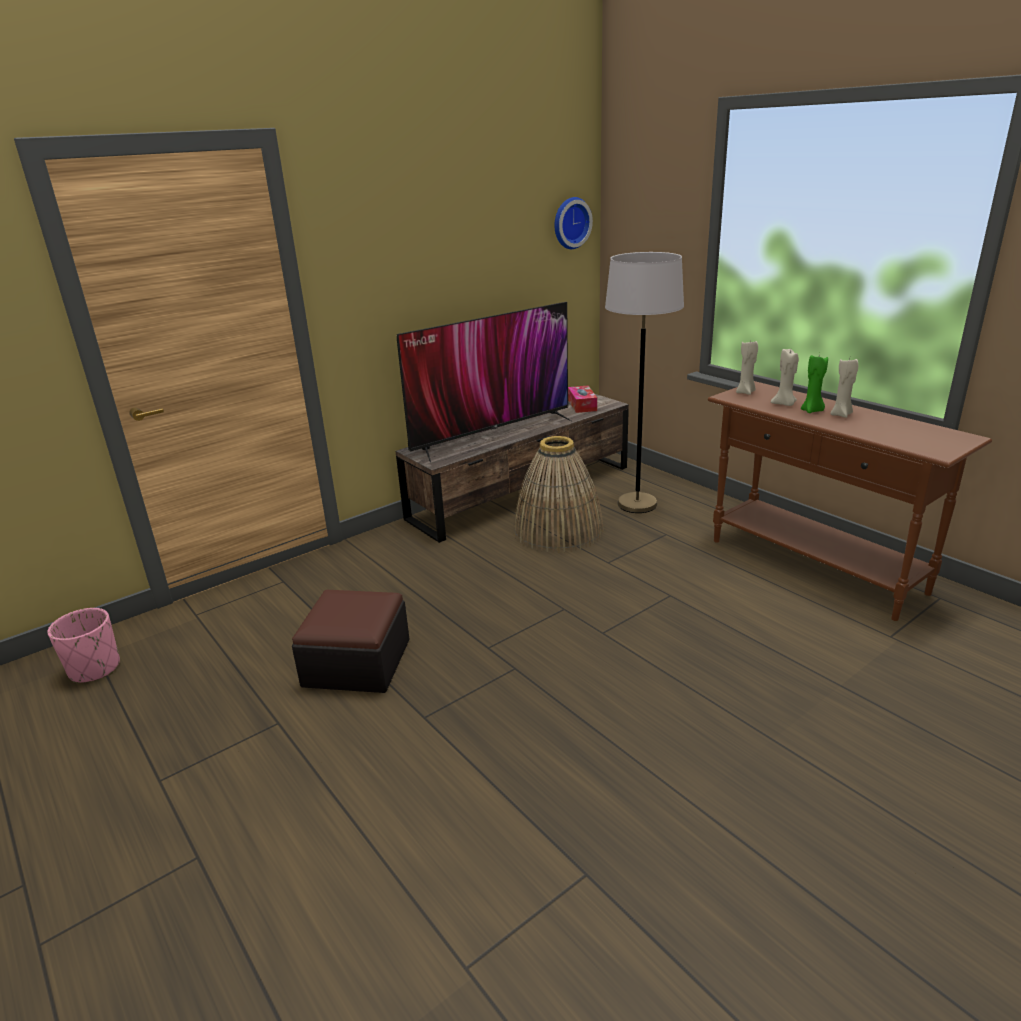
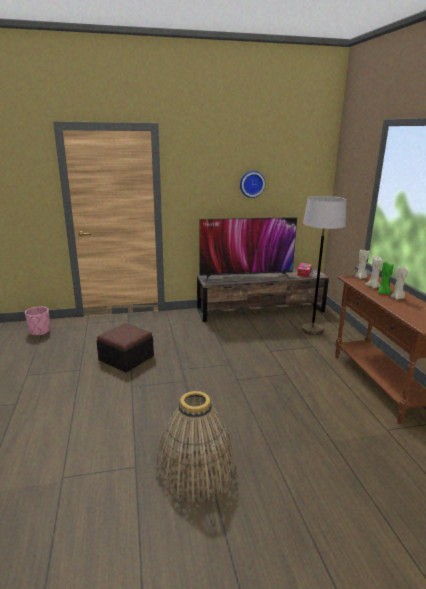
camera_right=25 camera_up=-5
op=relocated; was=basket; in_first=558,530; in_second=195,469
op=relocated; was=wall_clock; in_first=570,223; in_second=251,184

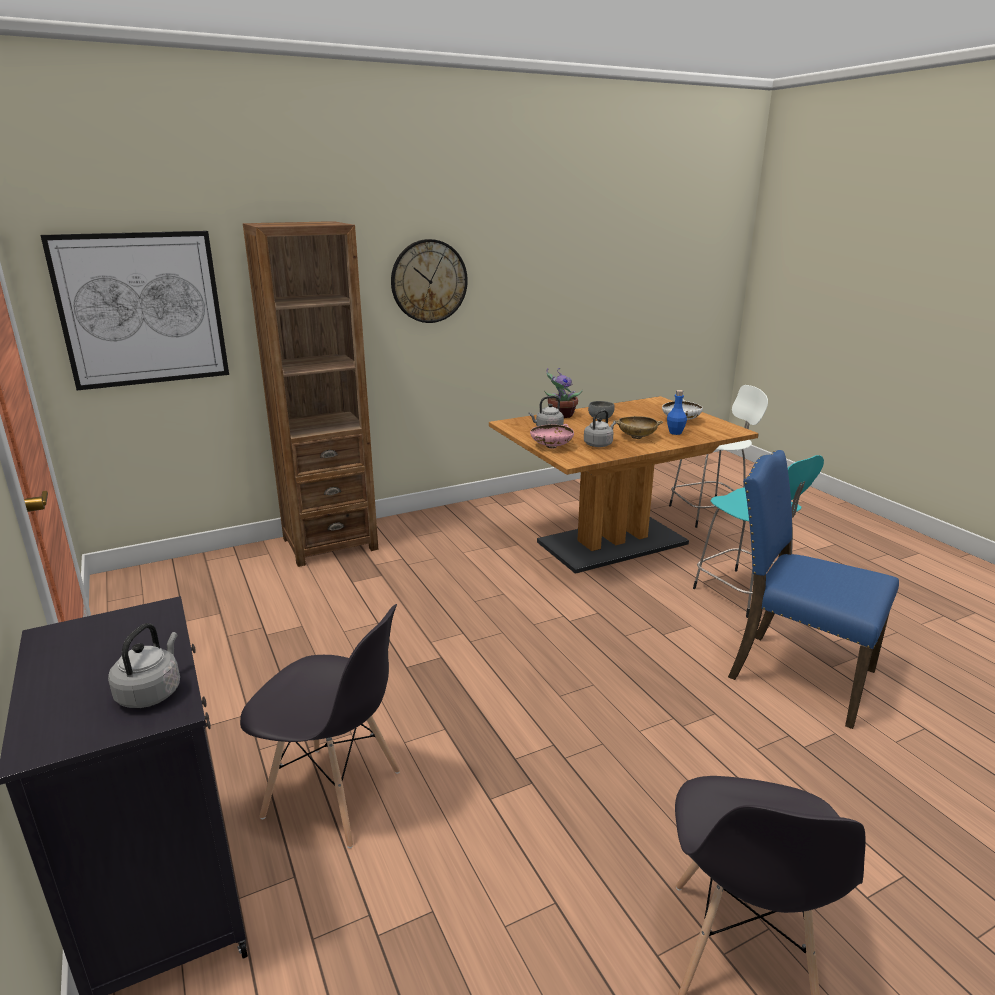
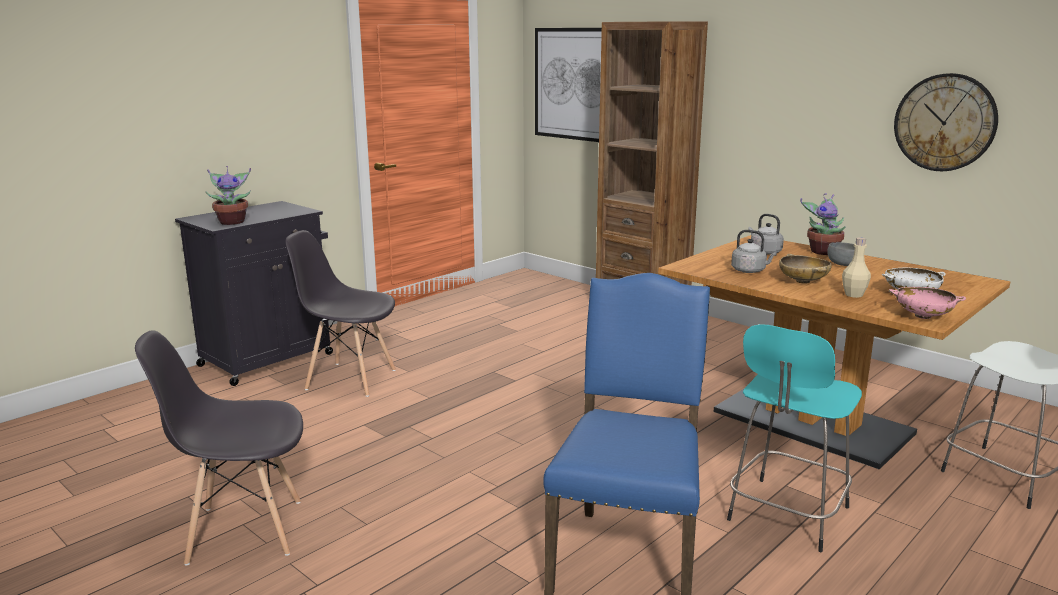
camera_right=70 camera_up=-5
op=exchanged; was=grey_kettle; now=potted_plant; in_first=151,692; in_second=232,222
op=spun; was=grey_chair; in_first=334,795; in_second=350,379; clockwise=105
op=colour; was=blue_bottle; now=beige_bottle; in_first=675,433; in_second=853,295
op=relocated; was=pink_bowl; in_first=551,446; in_second=923,316
op=relocated; was=wall_clock; in_first=429,281; in_second=945,122

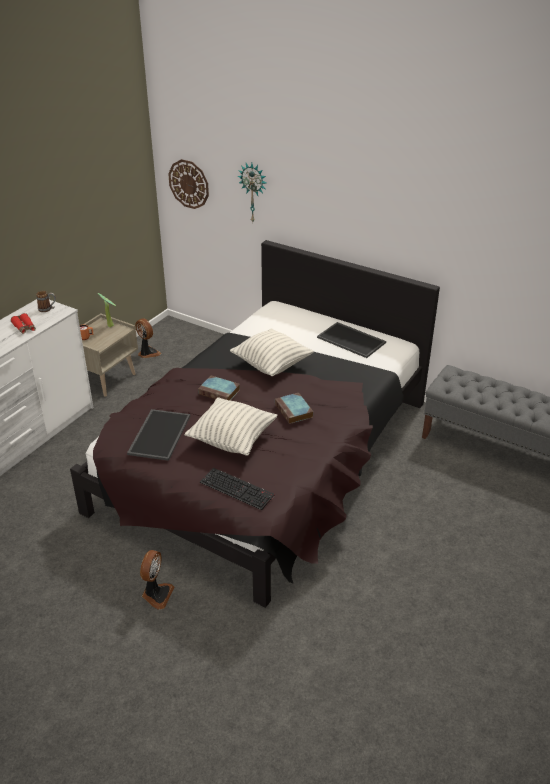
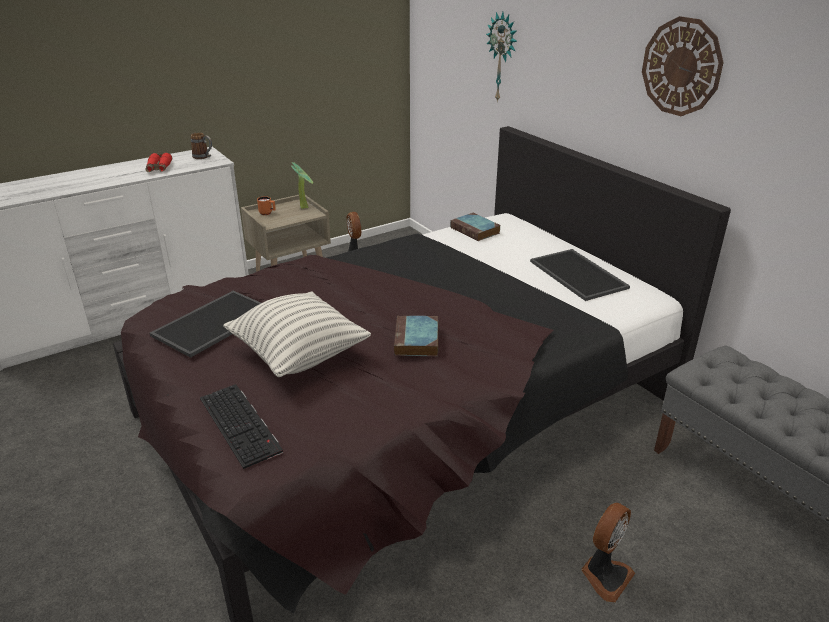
camera_right=25 camera_up=-5
op=relocated; was=book; in_first=220,392; in_second=476,230
op=relocated; was=fan; in_first=156,594; in_second=605,575
op=relocated; was=wall_clock; in_first=189,184; in_second=681,67
op=missing; was=pillow; in_first=271,365

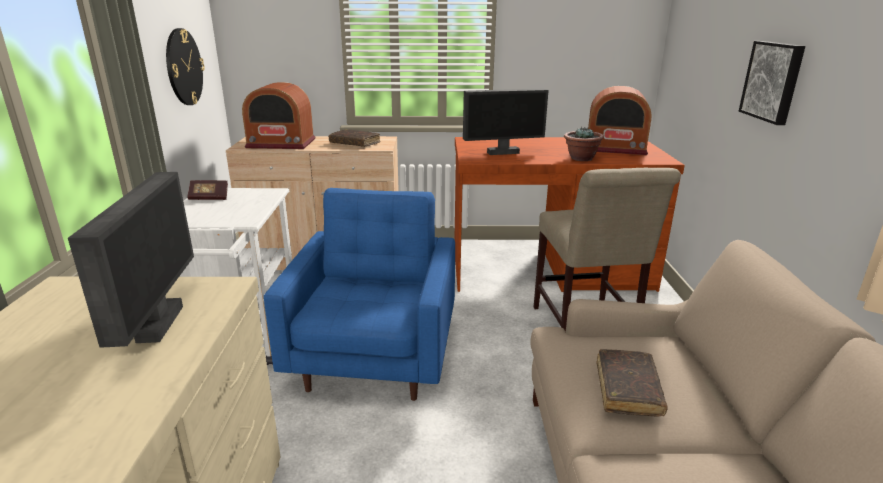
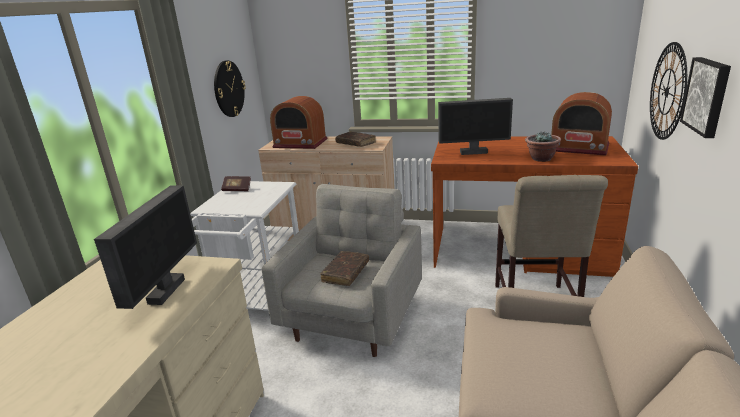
camera_right=15 camera_up=0
op=colour; was=blue_armchair; now=grey_armchair; in_first=376,356; in_second=354,318
op=relocated; was=brown_book; in_first=628,389; in_second=345,273
op=appeared; now=wall_clock; in_second=667,91

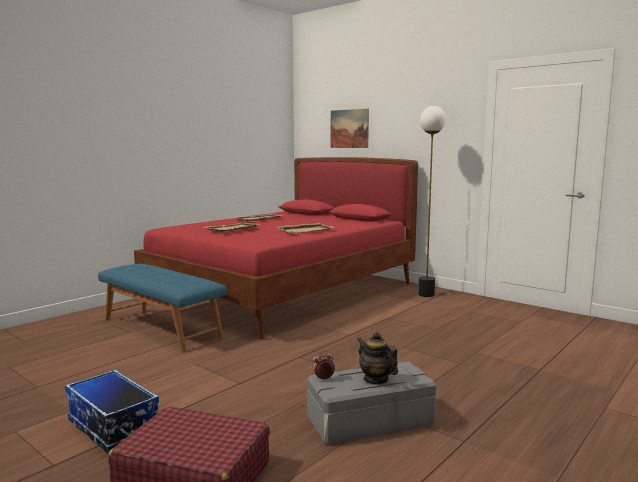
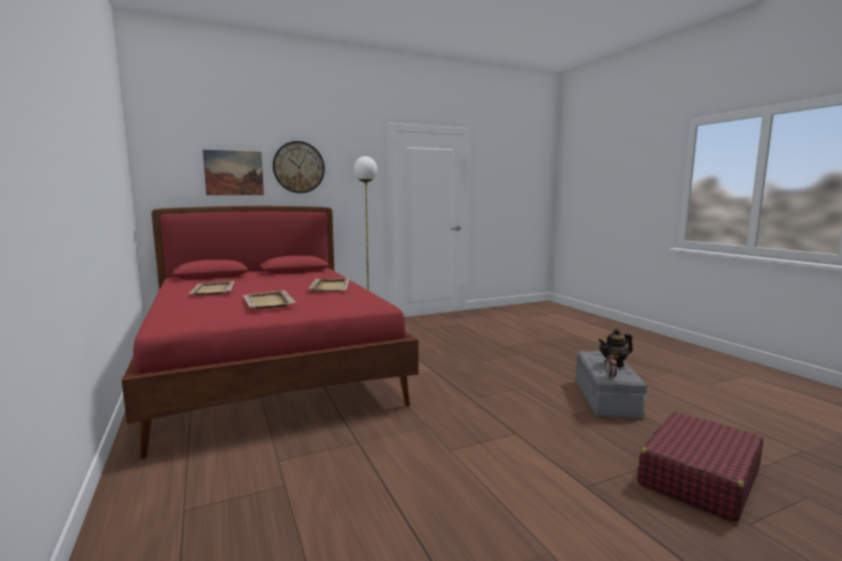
camera_right=-65 camera_up=0
op=appeared; now=wall_clock; in_second=298,167
op=missing; was=storage_box; in_first=112,428
op=missing; was=blue_bench; in_first=162,328

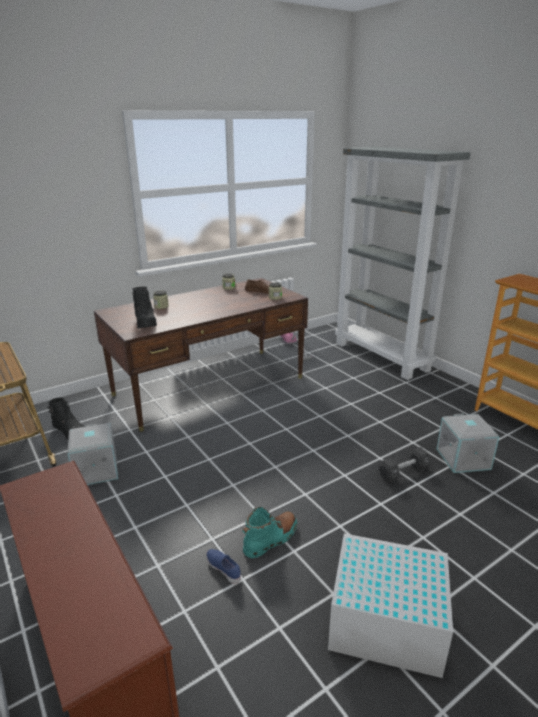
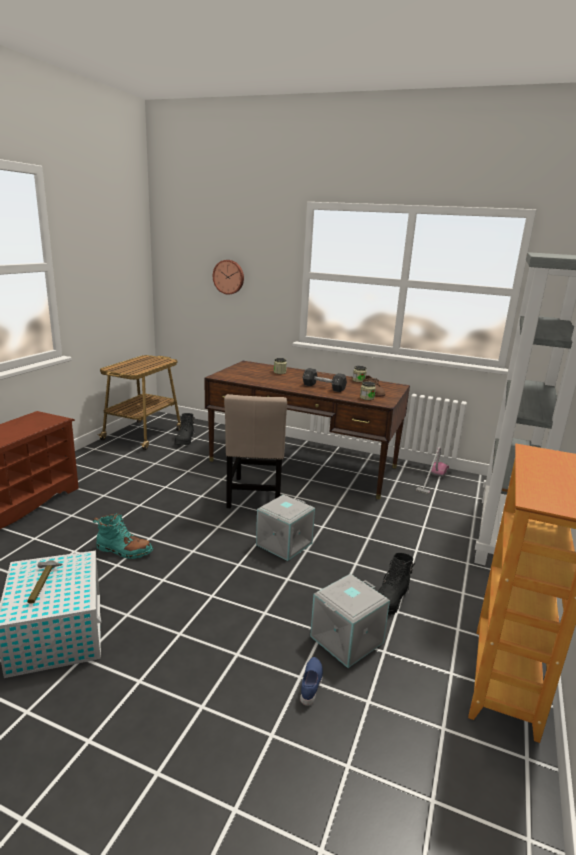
camera_right=55 camera_up=-5
op=appeared; now=hammer; in_second=42,584
op=appeared; now=wall_clock; in_second=229,277
op=appeared; now=beige_chair; in_second=255,496
op=relocated; was=grey_storage_box; in_first=95,470; in_second=283,543
op=relocated; was=blue_shoe; in_first=224,569; in_second=311,685
op=relocated; was=black_dumbbell; in_first=403,472; in_second=323,387
op=relocated; was=black_boot; in_first=145,322; in_second=390,600

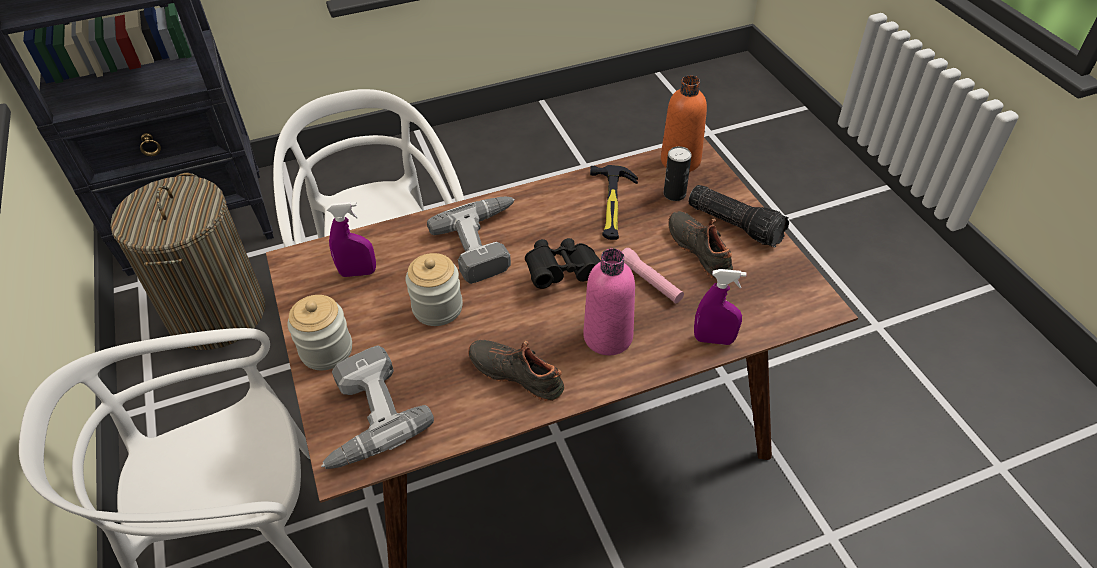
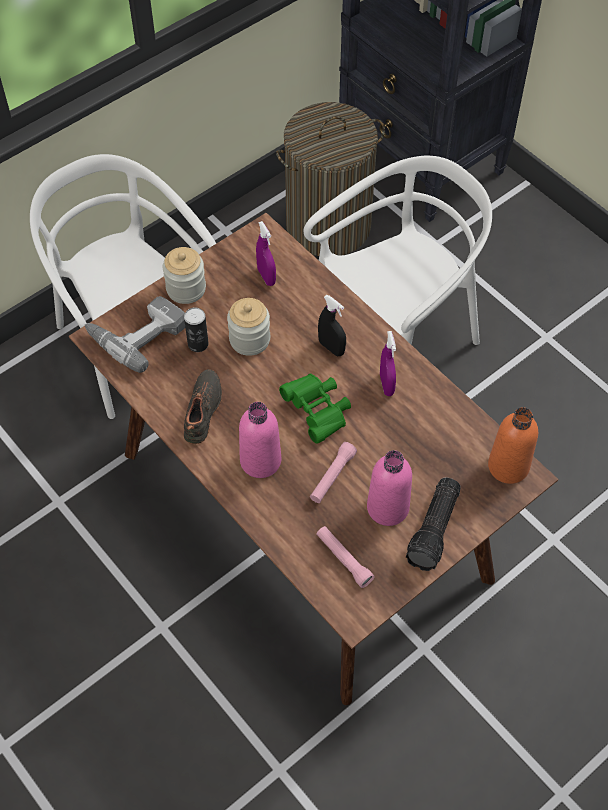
camera_right=70 camera_up=10
op=relocated; was=can; in_first=674,194; in_second=198,344
op=colour; was=black_binoculars; now=green_binoculars; in_first=564,274; in_second=318,412
op=appeared; now=pink_flashlight; in_second=343,559
op=exchanged; was=power_drill; now=black_spray_bottle; in_first=486,243; in_second=331,348
op=exchanged; was=black_shoe; now=pink_bottle; in_first=701,250; in_second=387,508
op=relocated; was=purple_spray_bottle; in_first=714,339; in_second=386,385
op=missing; was=hammer; in_first=612,205

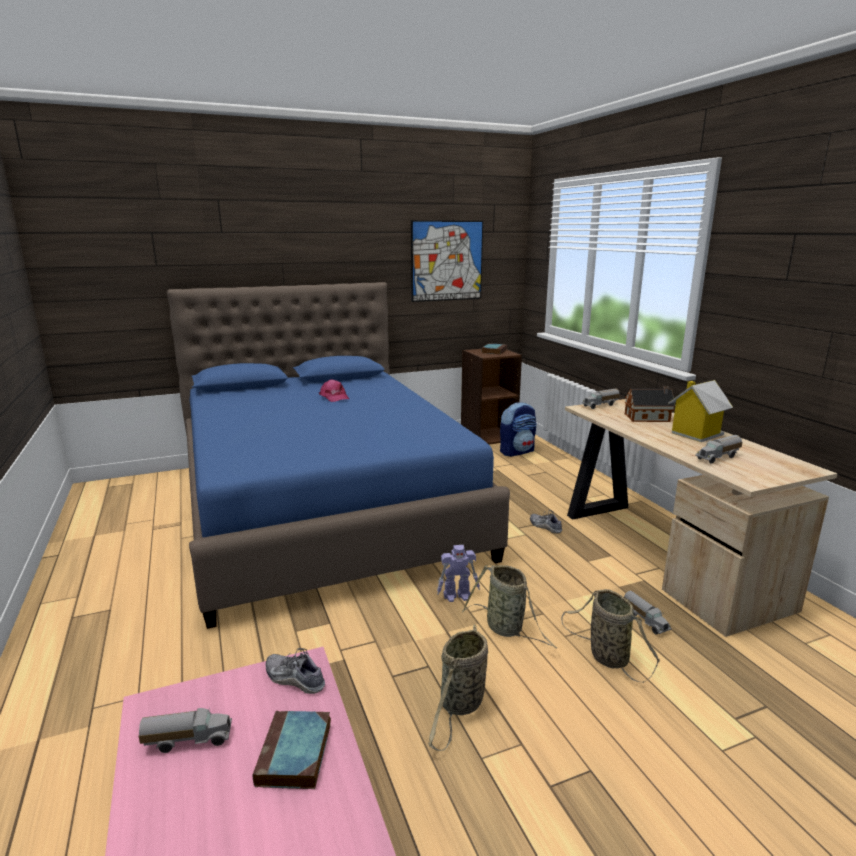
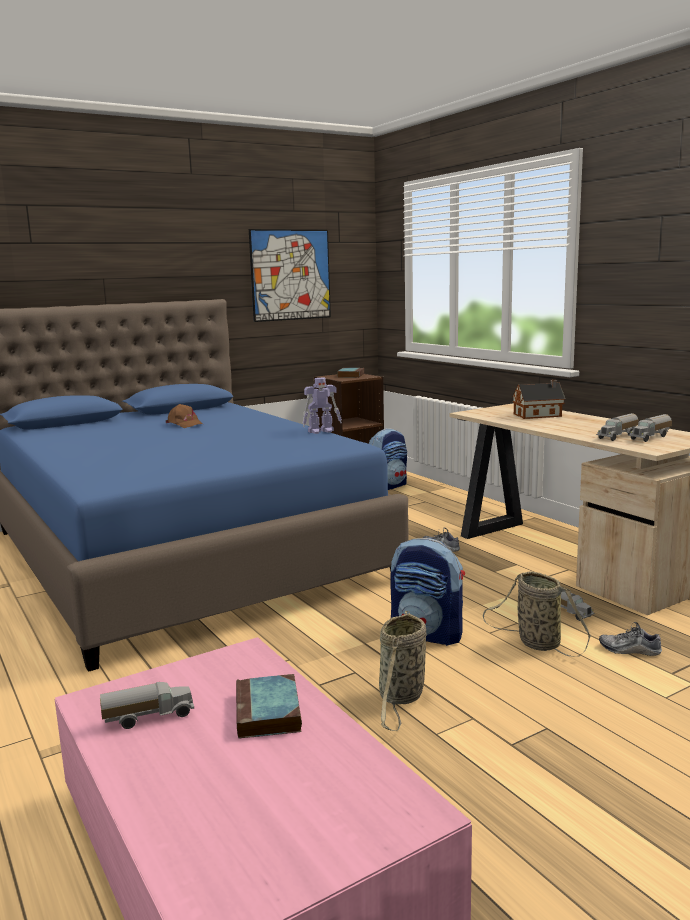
camera_right=-10 camera_up=-5
op=colour; was=pink_cap; now=brown_cap; in_first=334,397; in_second=185,424
op=relocated; was=toy_robot; in_first=457,596; in_second=321,431
op=exchanged; was=basket; now=backpack; in_first=507,629; in_second=428,634
op=relocated; was=shoe; in_first=294,679; in_second=629,650
op=relocated; was=toy_truck; in_first=600,405; in_second=651,438
op=missing; was=toy_house; in_first=695,434

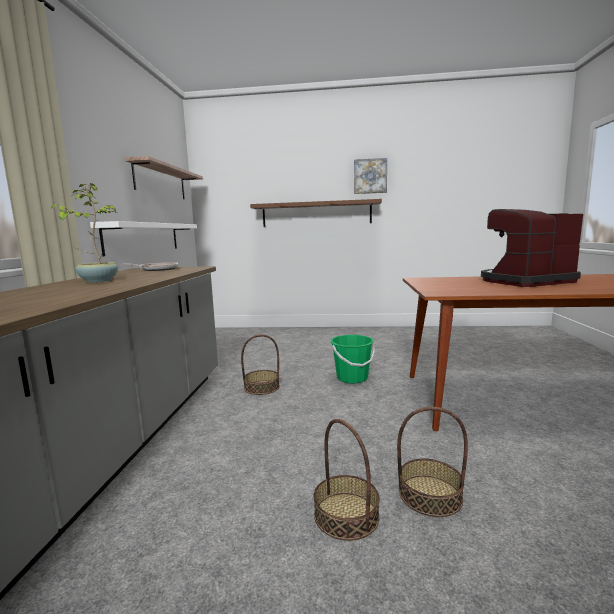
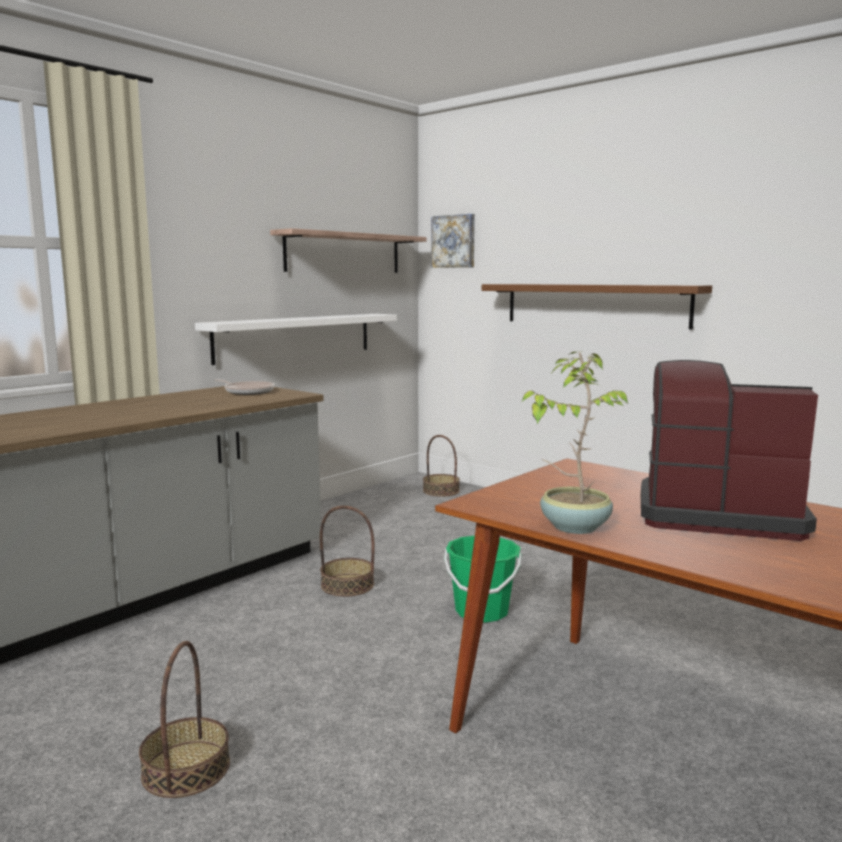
camera_right=35 camera_up=0
op=relocated; was=basket; in_first=430,495; in_second=441,491
op=relocated; was=picture; in_first=370,176; in_second=454,241
op=relocated; was=potted_plant; in_first=98,281; in_second=573,526

